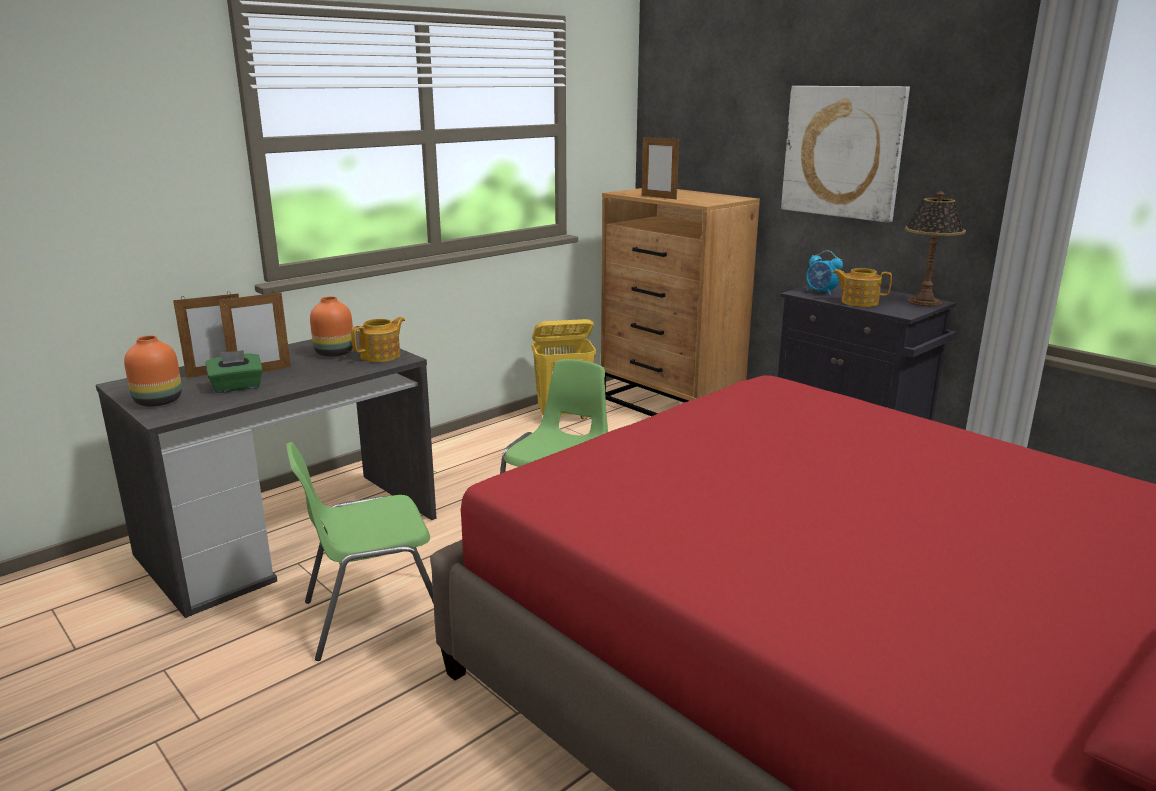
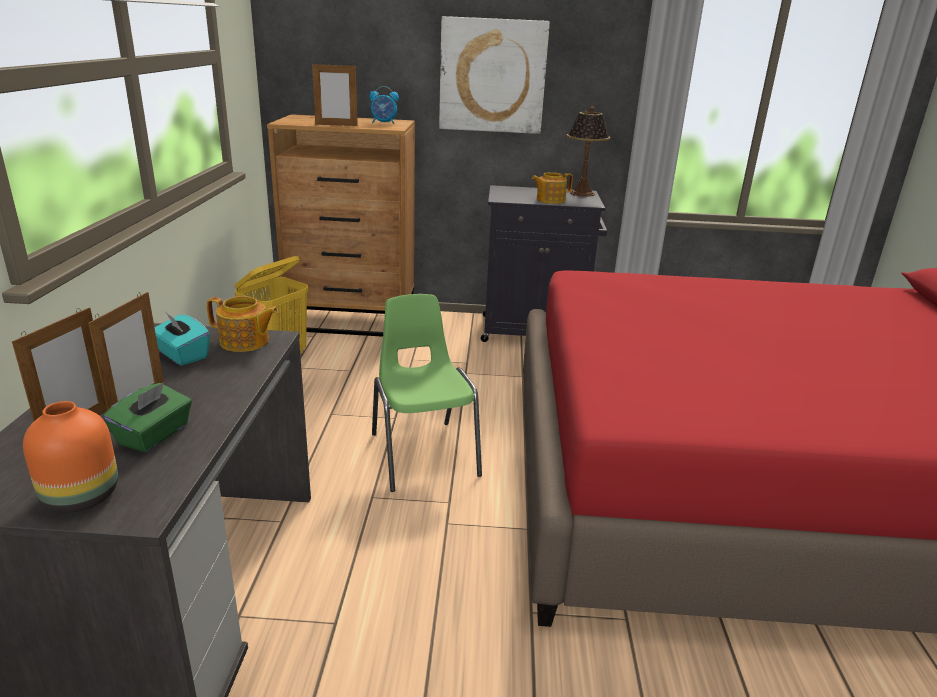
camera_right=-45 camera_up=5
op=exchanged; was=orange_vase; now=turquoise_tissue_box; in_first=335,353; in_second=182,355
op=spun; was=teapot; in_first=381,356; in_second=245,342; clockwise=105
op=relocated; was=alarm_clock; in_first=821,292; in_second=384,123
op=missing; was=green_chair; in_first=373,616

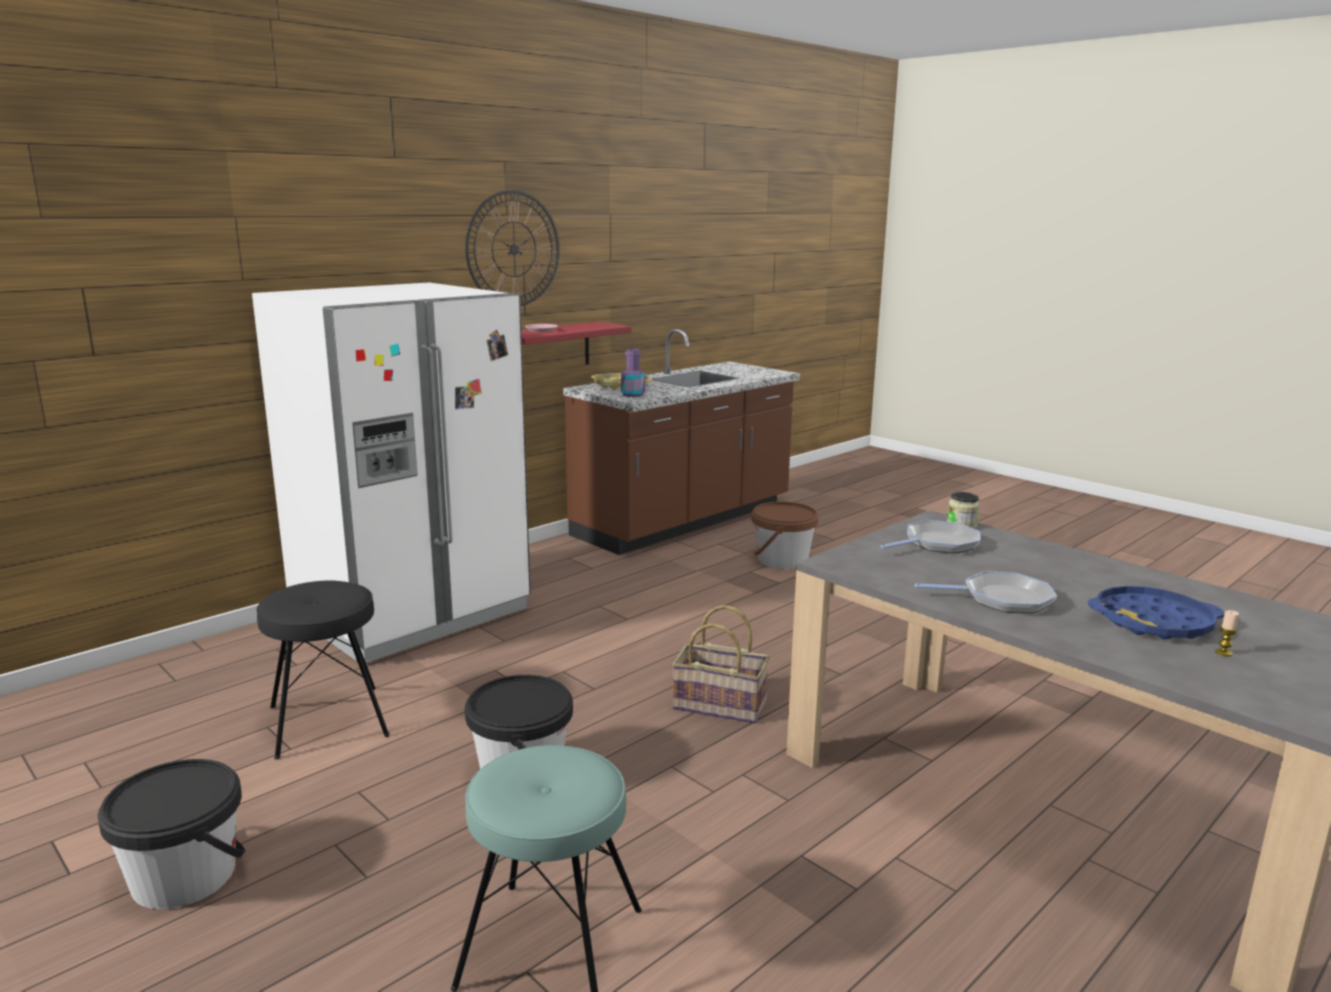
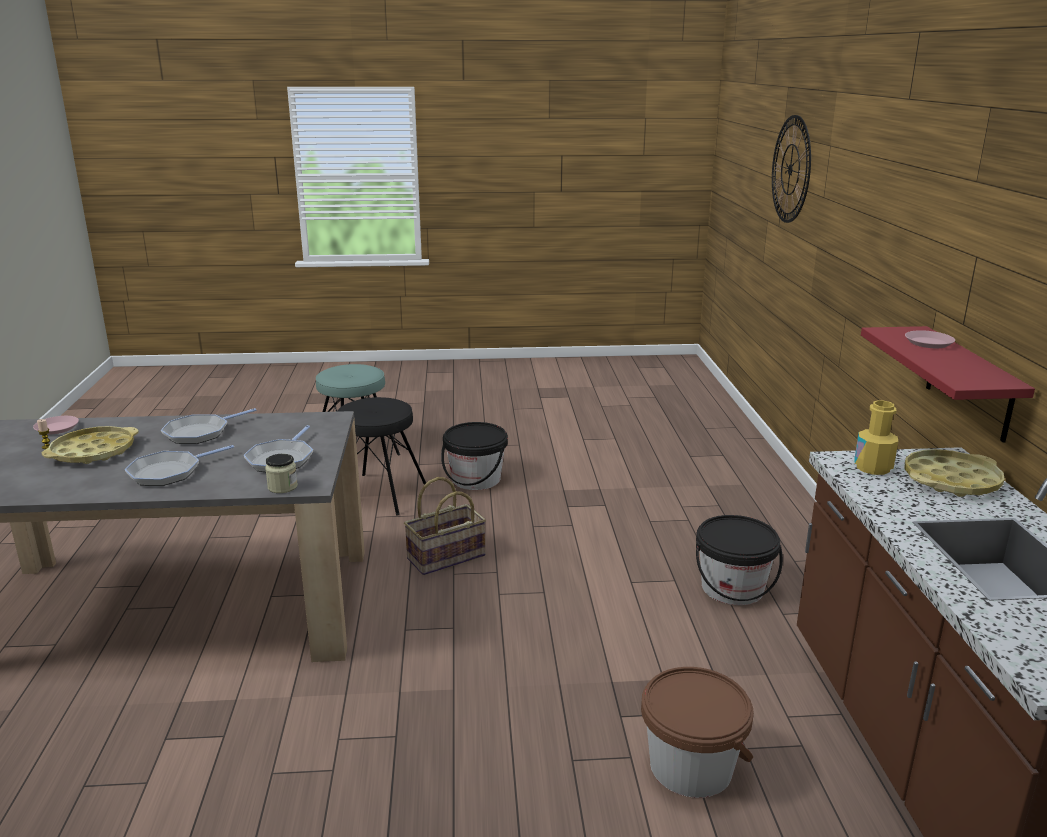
camera_right=130 camera_up=5
op=appeared; now=pink_plate; in_second=57,428
op=colour; was=blue_tray; now=yellow_tray; in_first=1153,622; in_second=93,452
op=appeared; now=frying_pan; in_second=169,472
op=relocated; was=black_stool; in_first=328,721; in_second=380,494
op=relocated; was=black_bucket; in_first=184,876; in_second=732,588
op=relocated; was=wall_clock; in_first=513,249; in_second=790,169
op=colour; was=purple_bottle; now=yellow_bottle; in_first=633,395; in_second=873,467
op=missing; was=white_fridge; in_first=411,612

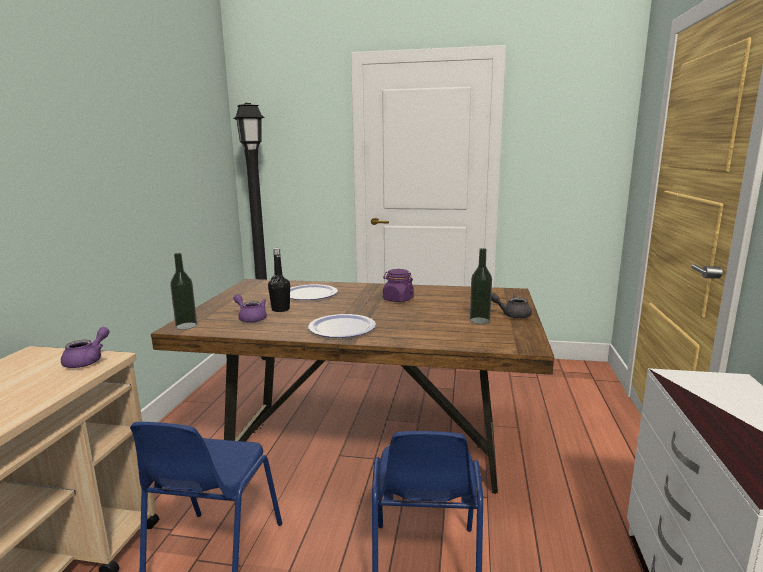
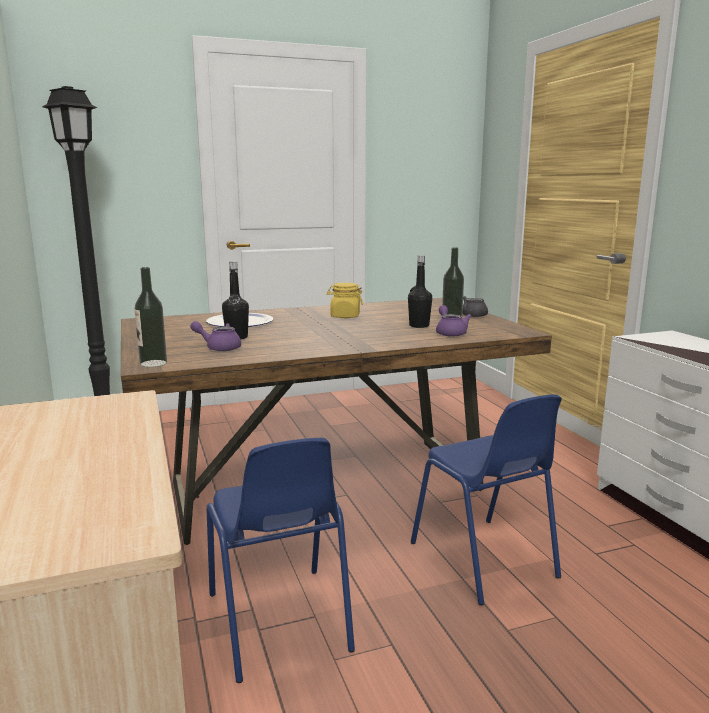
camera_right=-30 camera_up=0
op=colour; was=purple_jar; now=yellow_jar; in_first=398,299; in_second=345,316
op=appeared; now=black_bottle; in_second=419,326
op=relocated; was=purple_teapot; in_first=88,361; in_second=450,333
op=missing; was=plate; in_first=342,328

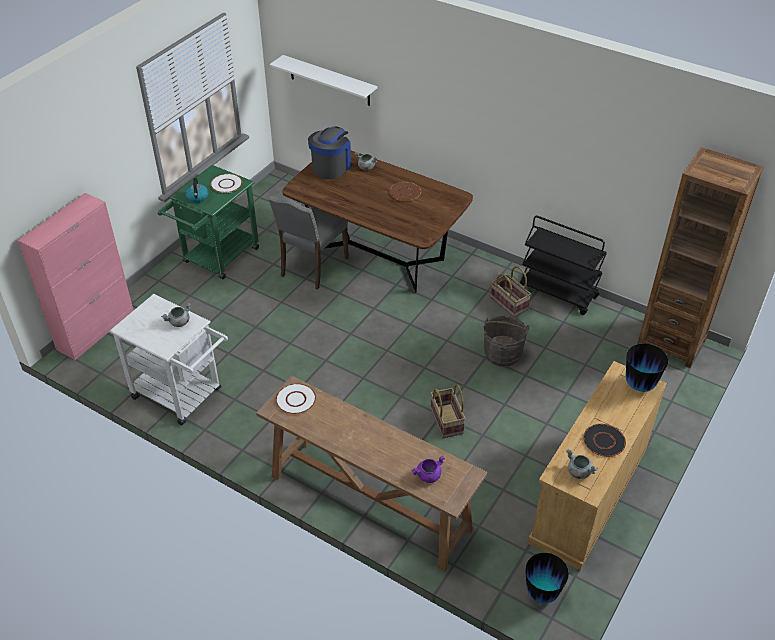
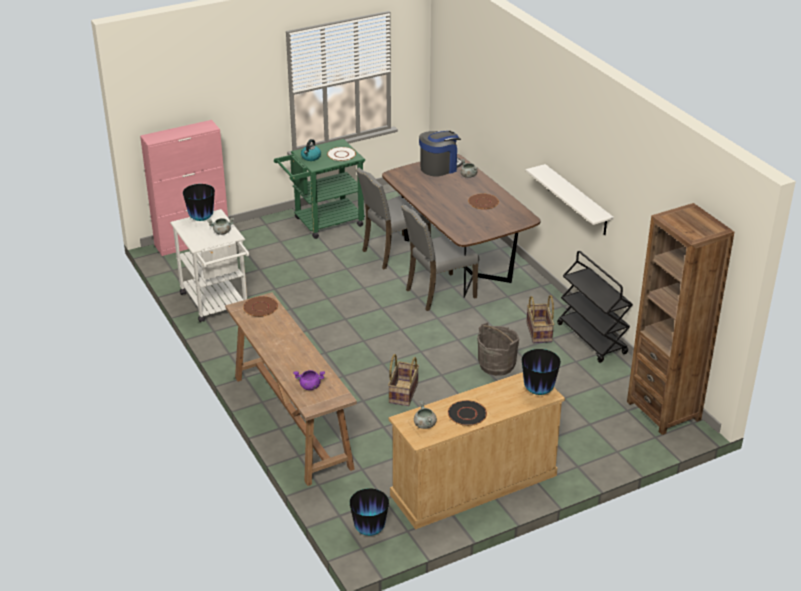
camera_right=30 camera_up=-10
op=appeared; now=vase; in_second=201,219
op=colour; was=white_plate; now=brown_plate; in_first=295,399; in_second=260,307
op=appeared; now=grey_chair; in_second=438,293
op=relocated; was=white_shelf; in_first=329,81; in_second=577,200

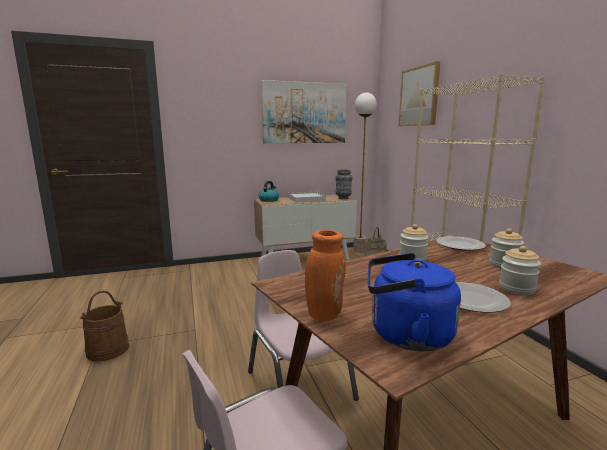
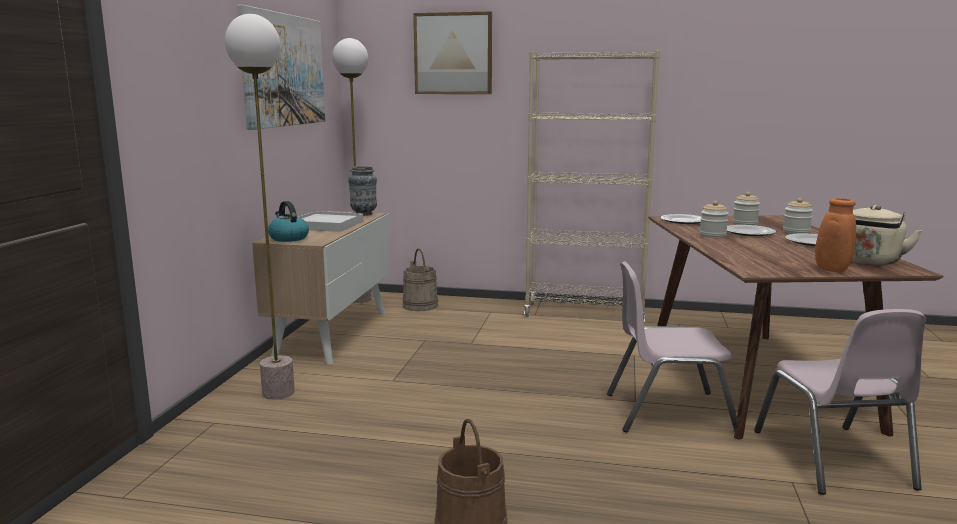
camera_right=-60 camera_up=0
op=appeared; now=floor_lamp; in_second=278,392
op=appeared; now=plate; in_second=748,232
op=colour; was=blue_kettle; now=beige_kettle; in_first=405,335; in_second=868,262

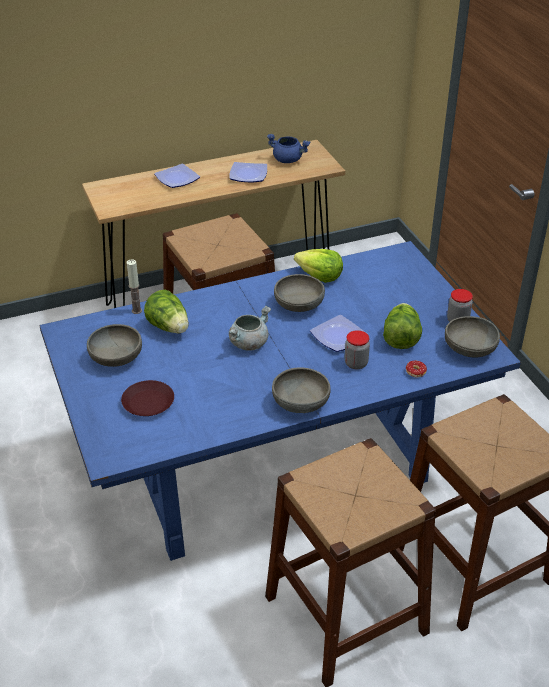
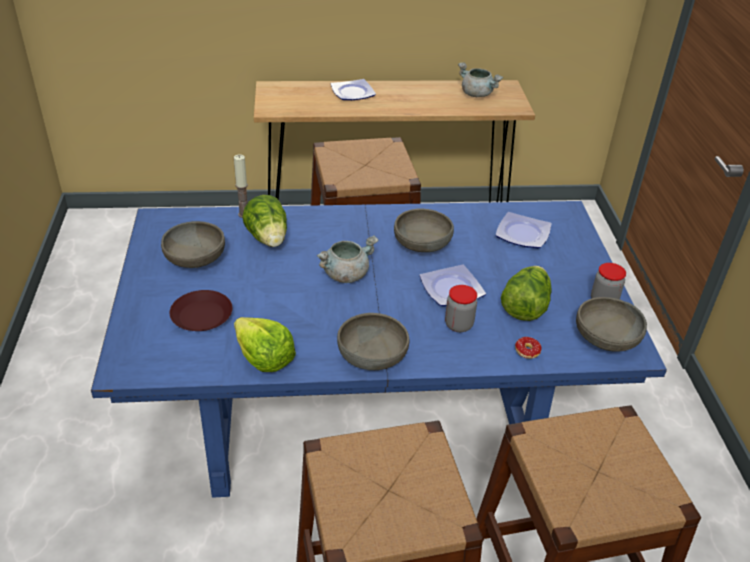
camera_right=15 camera_up=0
op=relocated; was=lettuce; in_first=319,276; in_second=264,358
op=colour; was=blue_cooking_pot; now=grey_cooking_pot; in_first=288,160; in_second=477,94
op=relocated; was=plate; in_first=247,175; in_second=521,234

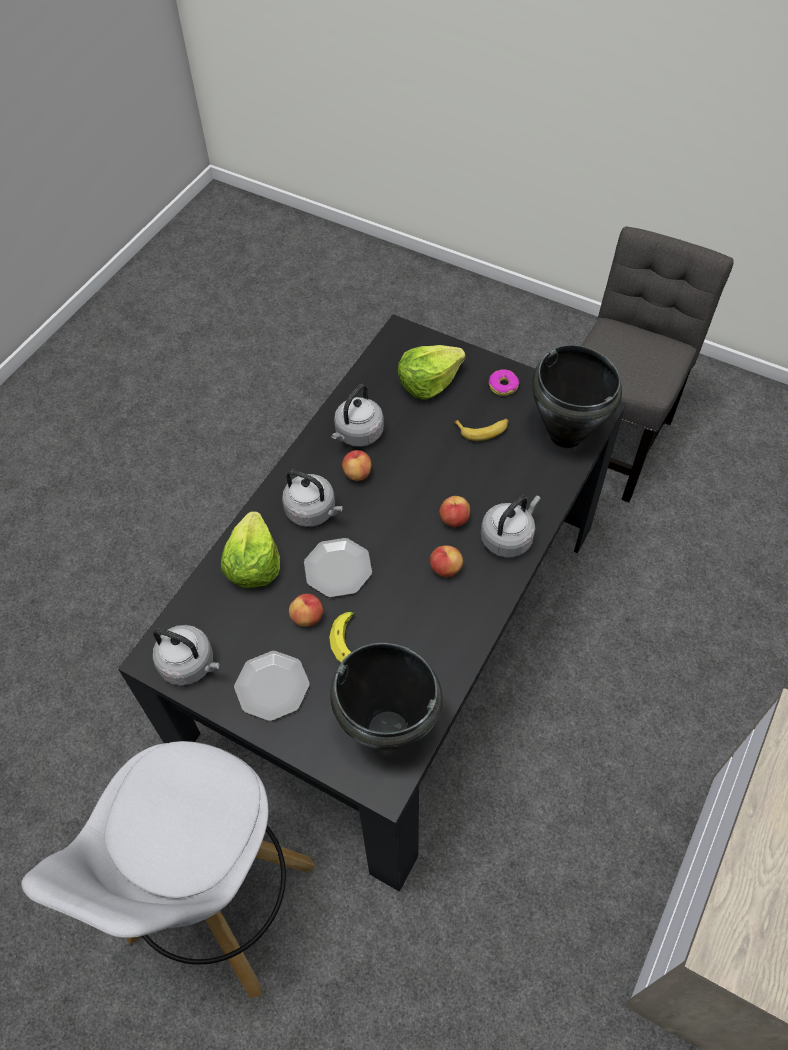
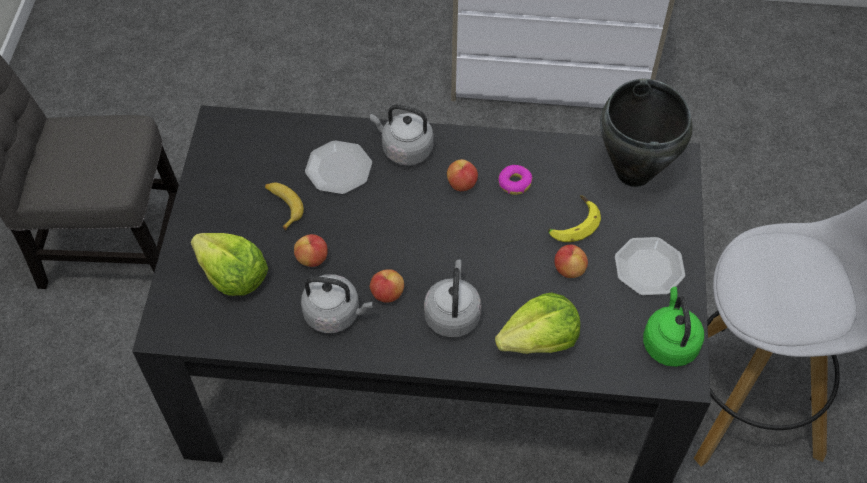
camera_right=-115 camera_up=0
op=relocated; was=apple; in_first=454,519; in_second=312,259
op=relocated; was=plate; in_first=338,568; in_second=338,169
op=relocated; was=donut; in_first=503,386; in_second=514,183
op=colour; was=grey_kettle; now=green_kettle; in_first=190,664; in_second=669,342
op=missing; was=black_cooking_pot; in_first=566,434

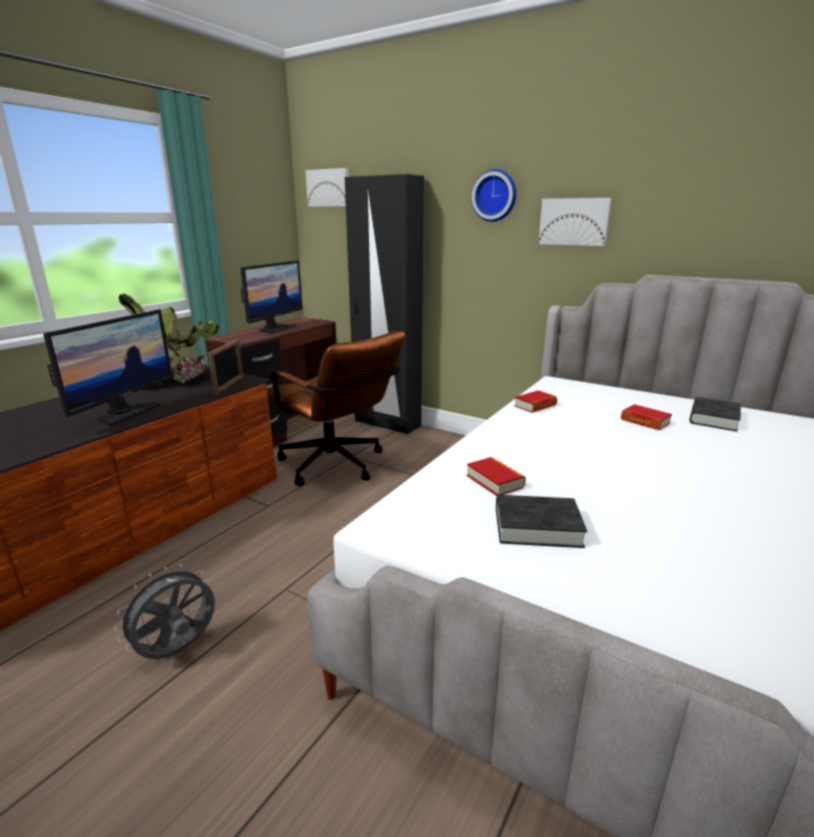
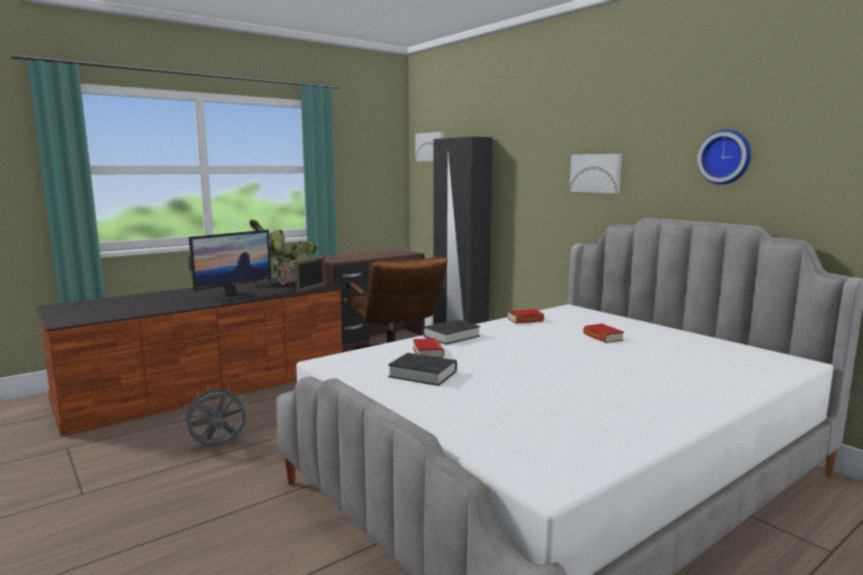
camera_right=20 camera_up=-10
op=relocated; was=black_book; in_first=713,419; in_second=451,336
op=relocated; was=wall_clock; in_first=495,196; in_second=725,157
op=missing; was=monitor; in_first=275,328

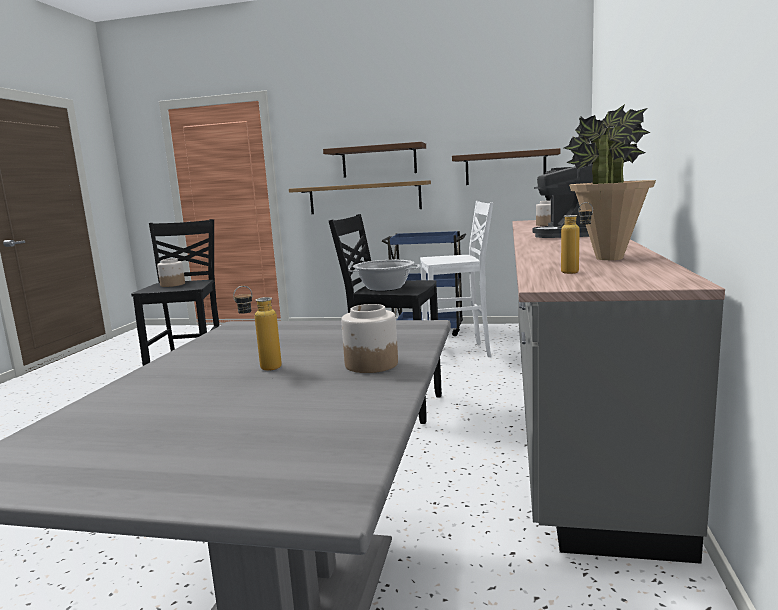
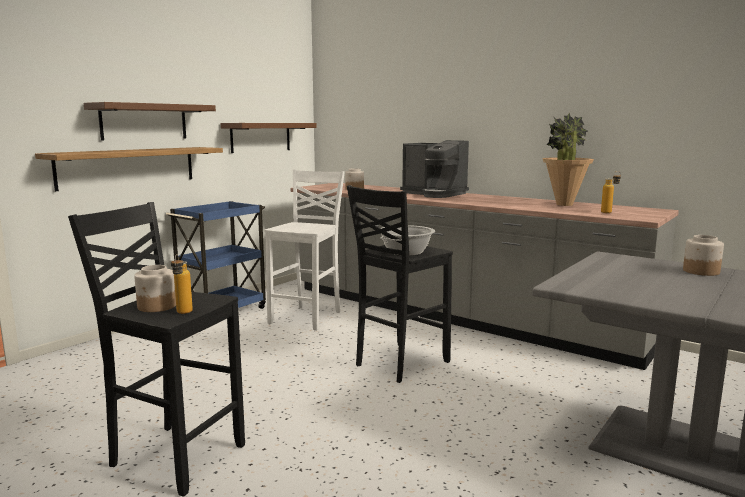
camera_right=-65 camera_up=0
op=relocated; was=bottle; in_first=262,369; in_second=183,313

